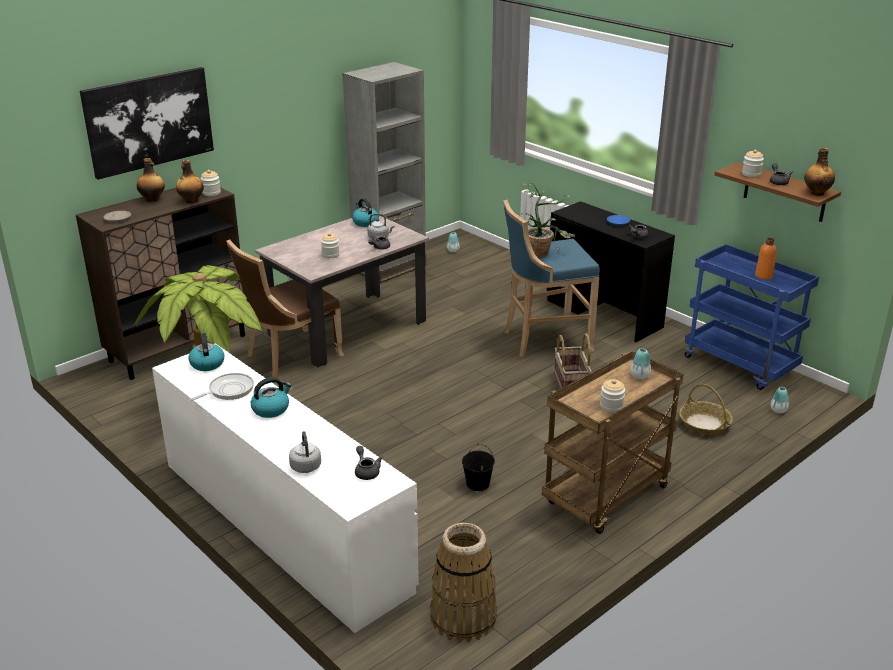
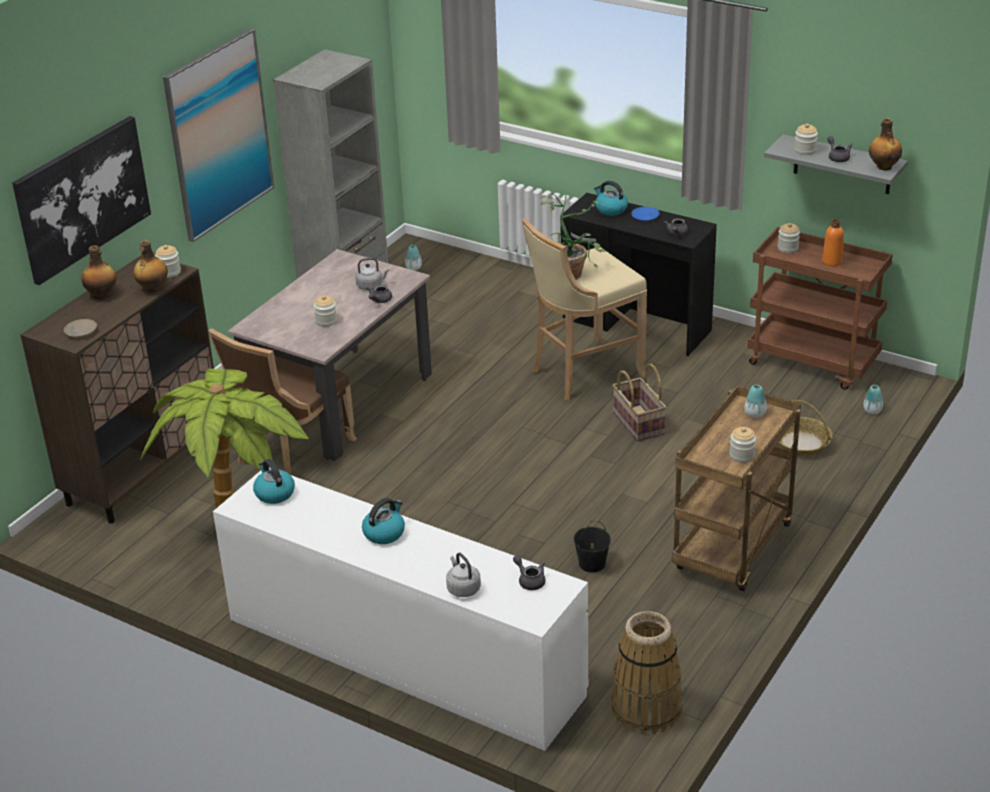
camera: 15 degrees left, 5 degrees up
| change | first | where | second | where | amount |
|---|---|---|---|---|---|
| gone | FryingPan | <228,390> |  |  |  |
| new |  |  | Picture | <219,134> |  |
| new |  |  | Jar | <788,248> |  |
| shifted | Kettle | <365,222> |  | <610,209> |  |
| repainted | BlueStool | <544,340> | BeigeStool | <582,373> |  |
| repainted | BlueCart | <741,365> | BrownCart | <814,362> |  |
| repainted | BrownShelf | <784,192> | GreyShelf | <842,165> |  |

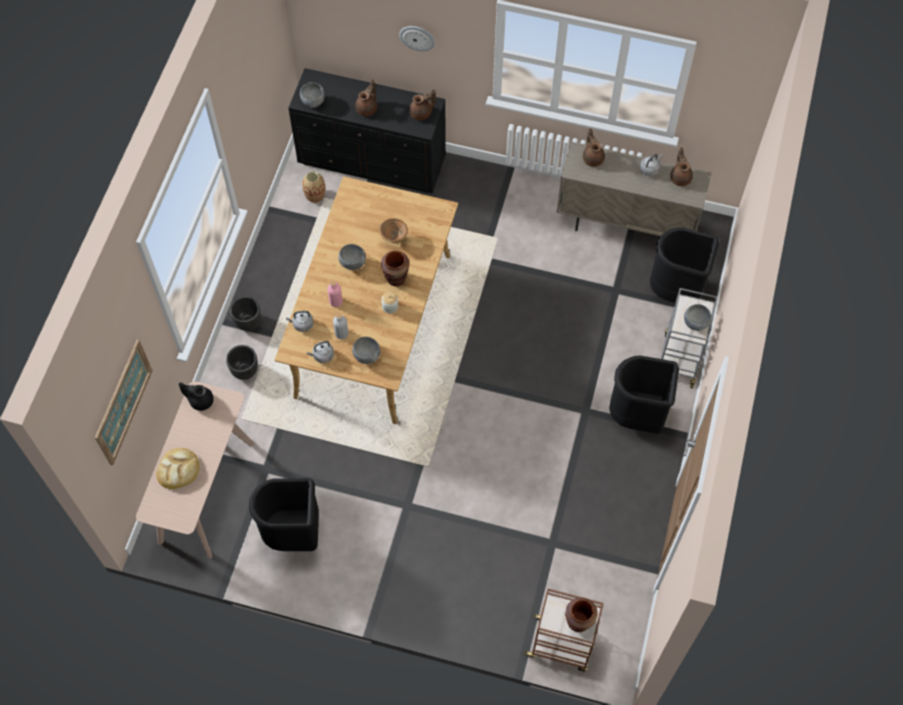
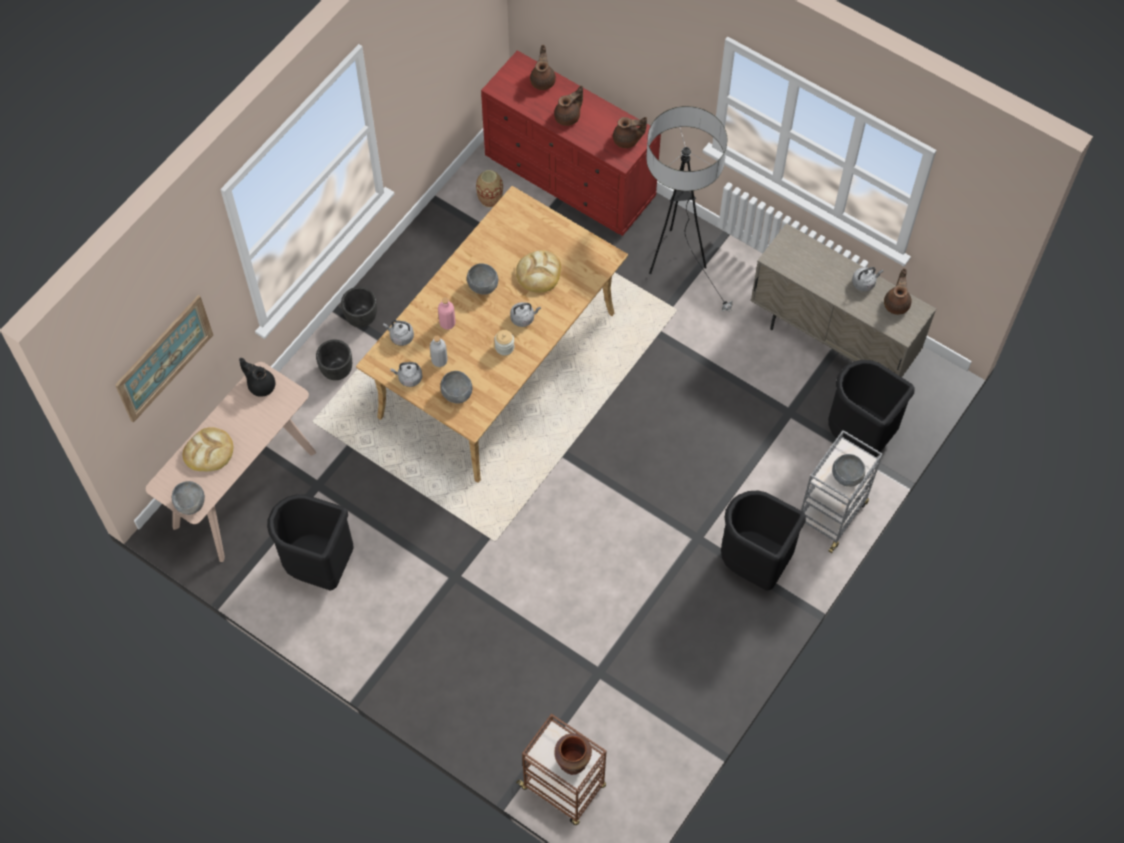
camera: 20 degrees right, 0 degrees up
| change | first | where | second | where | amount |
|---|---|---|---|---|---|
| gone | WallClock | <417,37> |  |  |  |
| new |  |  | FloorLamp | <678,262> |  |
| shifted | GreyBowl | <313,102> |  | <191,504> |  |
| shifted | BrownTeapot | <593,158> |  | <543,80> |  |
| swapped | BrownBowl | <393,239> | Bread | <539,273> |  |
| swapped | BrownVase | <396,278> | GreyKettle | <523,318> |  |
| repainted | BlackDresser | <373,160> | RedDresser | <571,178> |  |

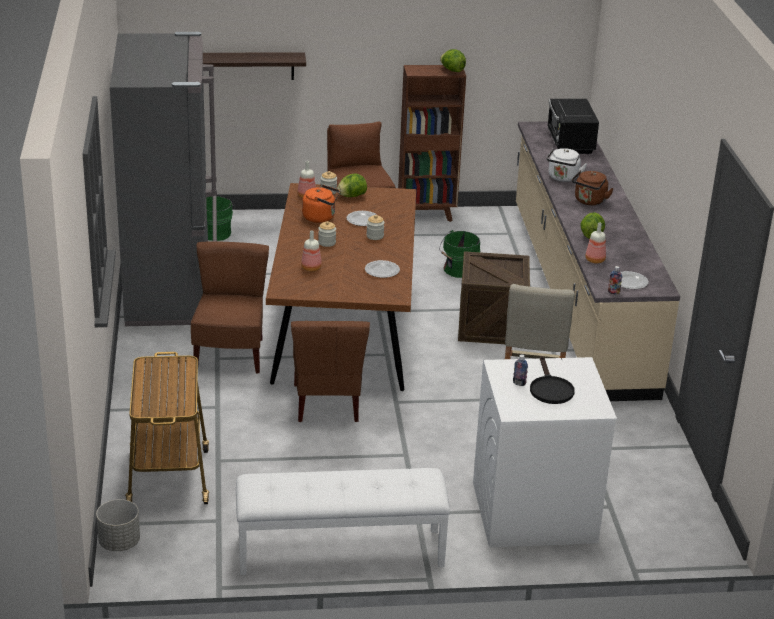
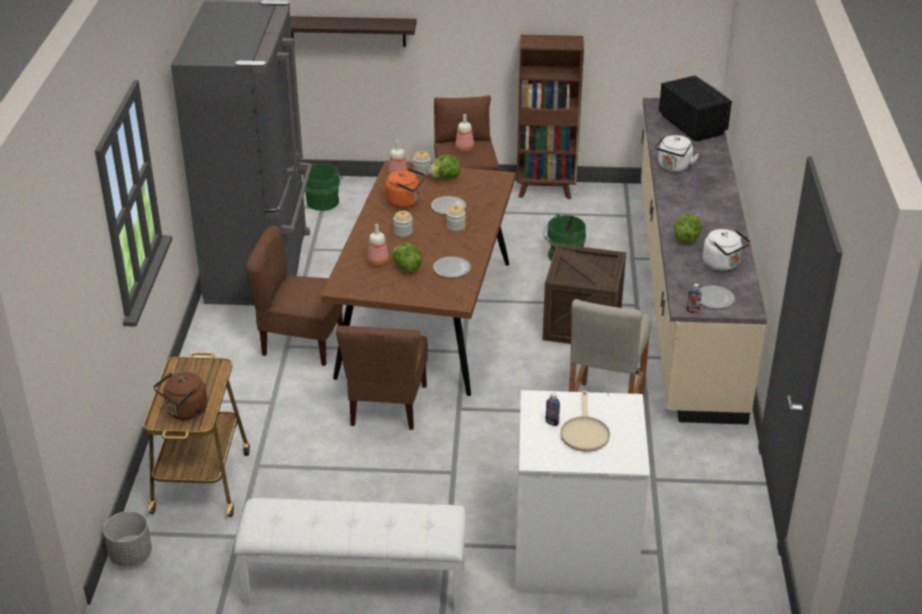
camera: 10 degrees right, 5 degrees up
| change | first | where | second | where | amount |
|---|---|---|---|---|---|
| new |  |  | WhiteKettle | <723,264> |  |
| shifted | Lettuce | <452,70> |  | <407,268> |  |
| shifted | BrownKettle | <589,201> |  | <185,412> |  |
| shifted | Bottle | <595,260> |  | <464,149> |  |
| repainted | BlackFryingPan | <550,389> | BeigeFryingPan | <584,432> |  |
| rotated | BrownChair | <230,354> |  | <302,342> | 90 degrees counterclockwise |
| rotated | BlackMicrowave | <570,143> |  | <692,126> | 150 degrees clockwise |

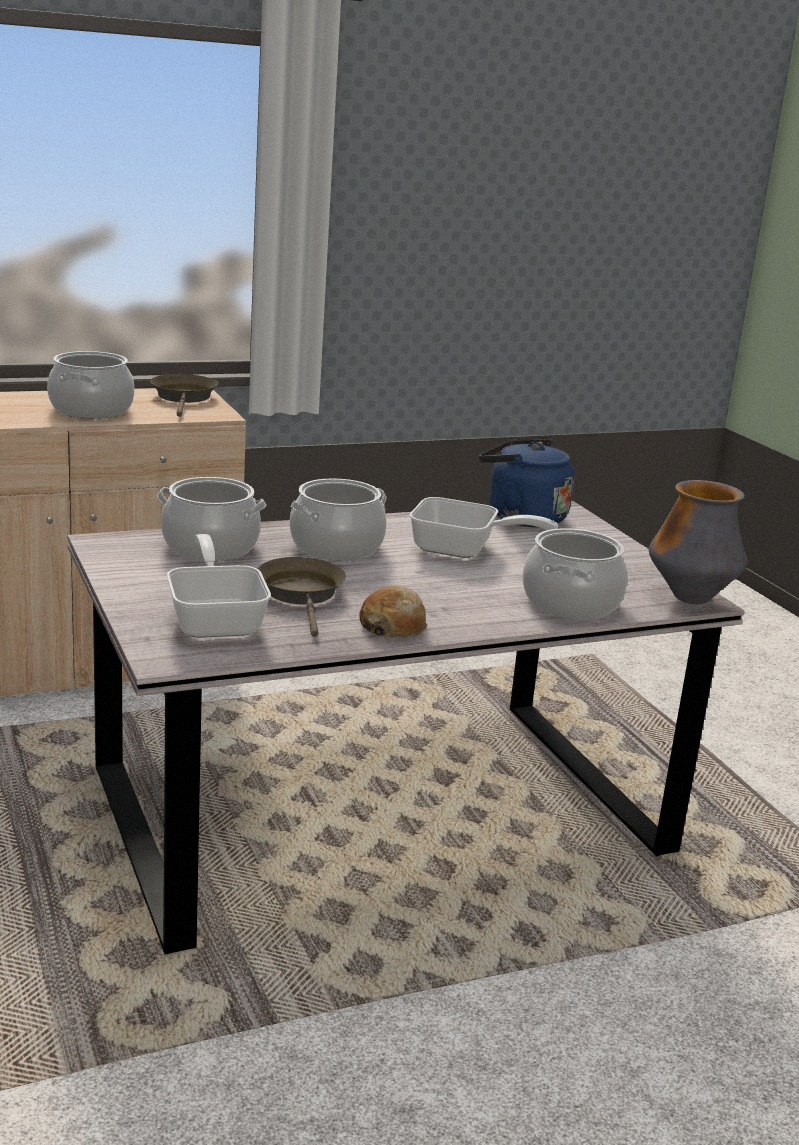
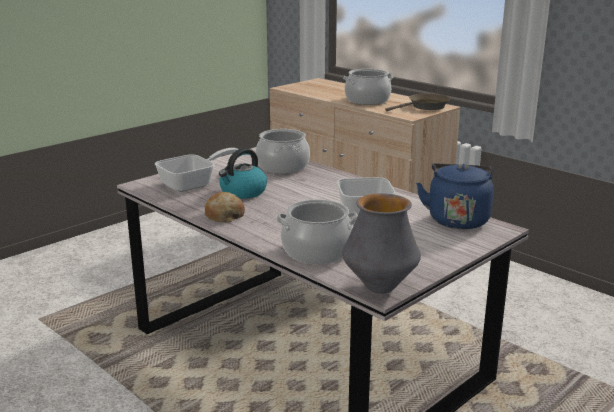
camera: 70 degrees right, 0 degrees up
| change | first | where | second | where | amount |
|---|---|---|---|---|---|
| gone | CookingPot | <336,546> |  |  |  |
| swapped | BrownFryingPan | <302,595> | Kettle | <243,192> |  |

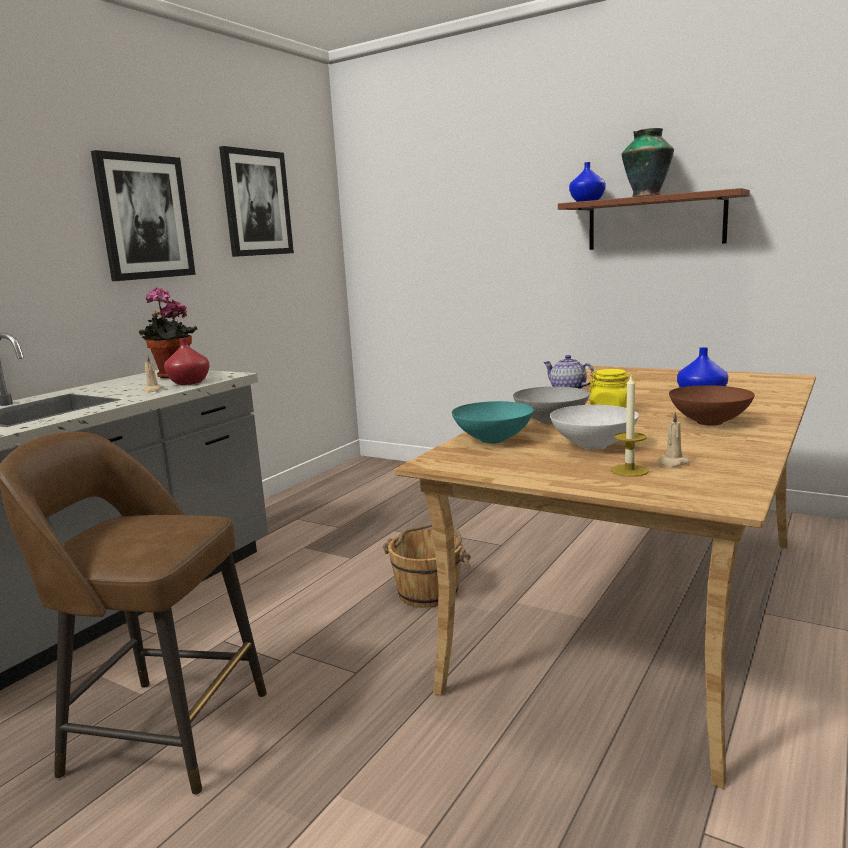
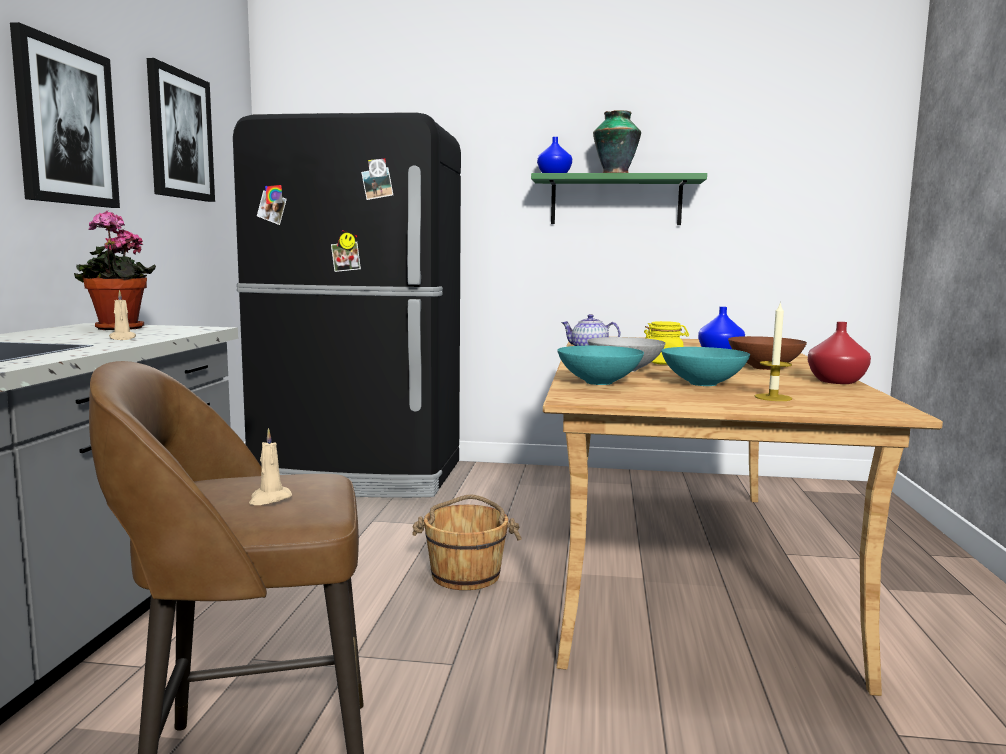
camera: 25 degrees left, 5 degrees down
| change | first | where | second | where | amount |
|---|---|---|---|---|---|
| new |  |  | BlackFridge | <357,475> |  |
| shifted | RedVase | <190,382> |  | <836,381> |  |
| shifted | BeigeCandle | <672,463> |  | <269,499> |  |
| repainted | WhiteBowl | <594,445> | TurquoiseBowl | <703,383> |  |
| repainted | BrownShelf | <655,222> | GreenShelf | <616,201> |  |

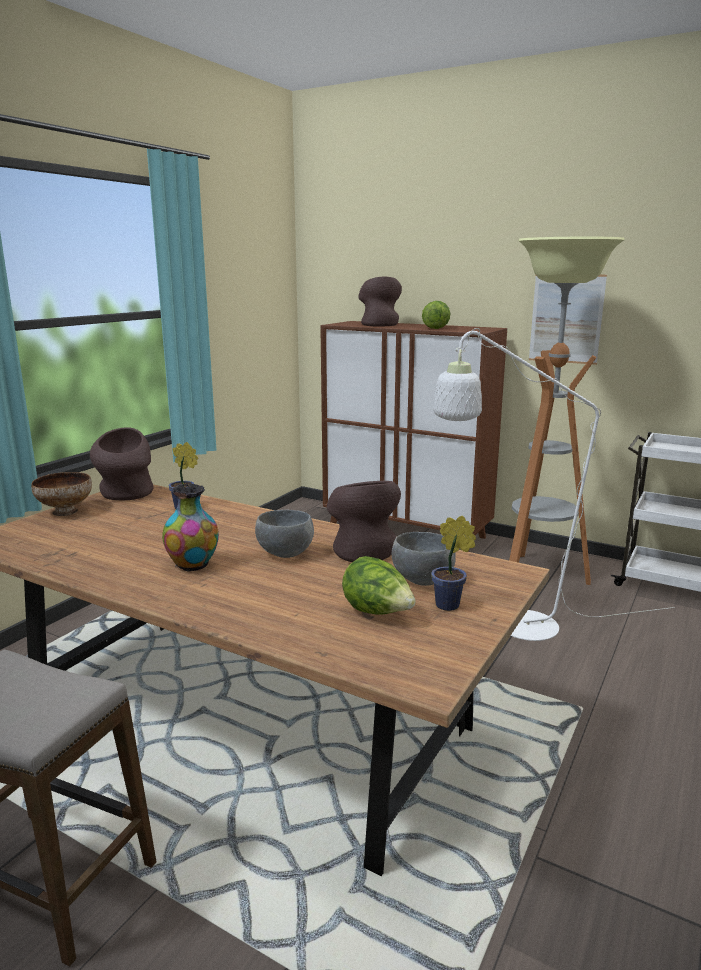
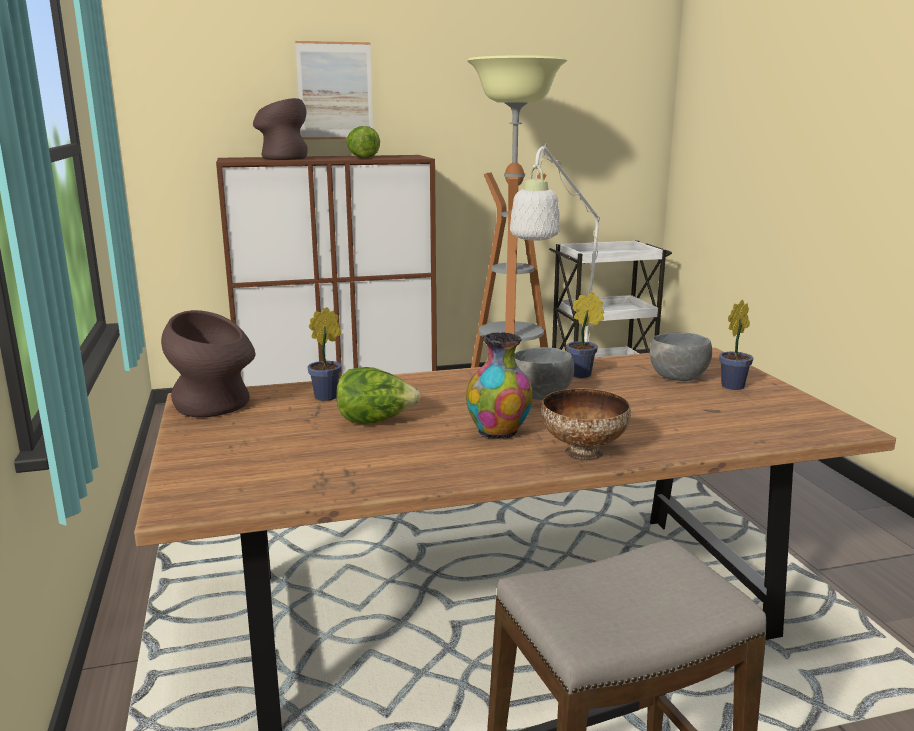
camera: 45 degrees left, 0 degrees up
| change | first | where | second | where | amount |
|---|---|---|---|---|---|
| shifted | Bowl | <66,511> |  | <583,452> |  |
| shifted | Lettuce | <378,612> |  | <375,421> |  |
| shifted | Picture | <566,319> |  | <335,91> |  |
| swapped | BrownVase | <362,550> | PottedPlant | <583,375> |  |

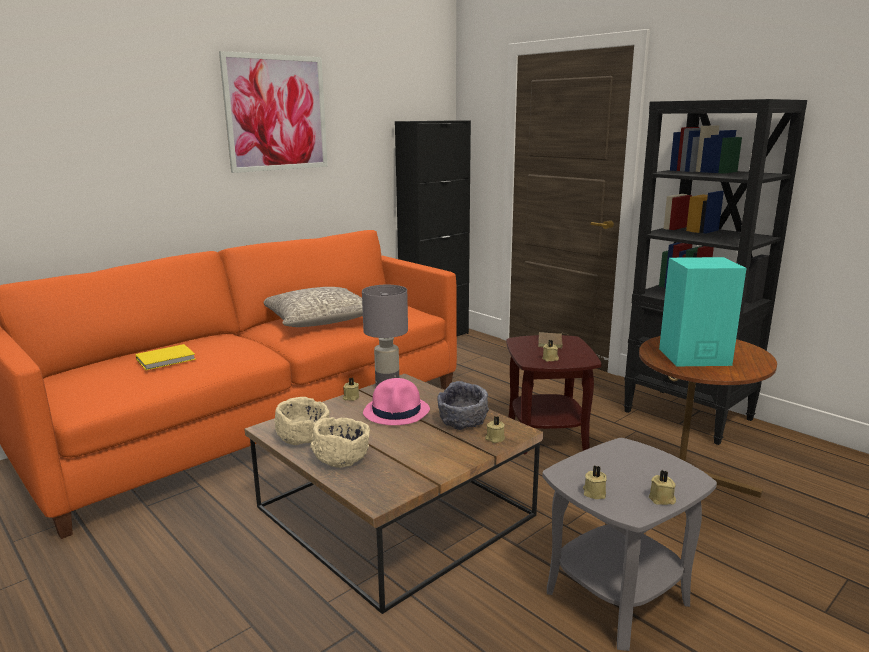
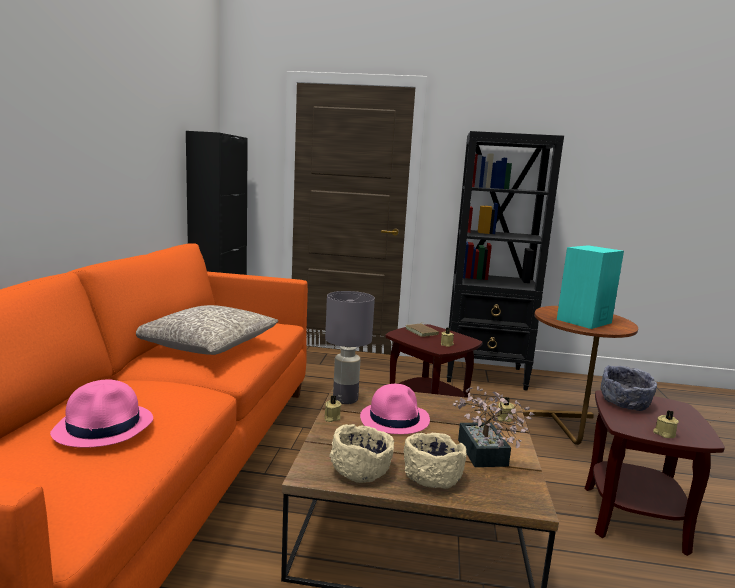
camera: 40 degrees left, 5 degrees down
| change | first | where | second | where | amount |
|---|---|---|---|---|---|
| gone | Picture | <276,113> |  |  |  |
| gone | BeigeCandle | <662,499> |  |  |  |
| new |  |  | PottedPlant | <484,456> |  |
| shifted | GreyBowl | <463,421> |  | <625,403> |  |
| swapped | YellowBook | <167,359> | PinkHat | <104,426> |  |
| repainted | GreySideTable | <616,596> | BrownSideTable | <632,518> |  |

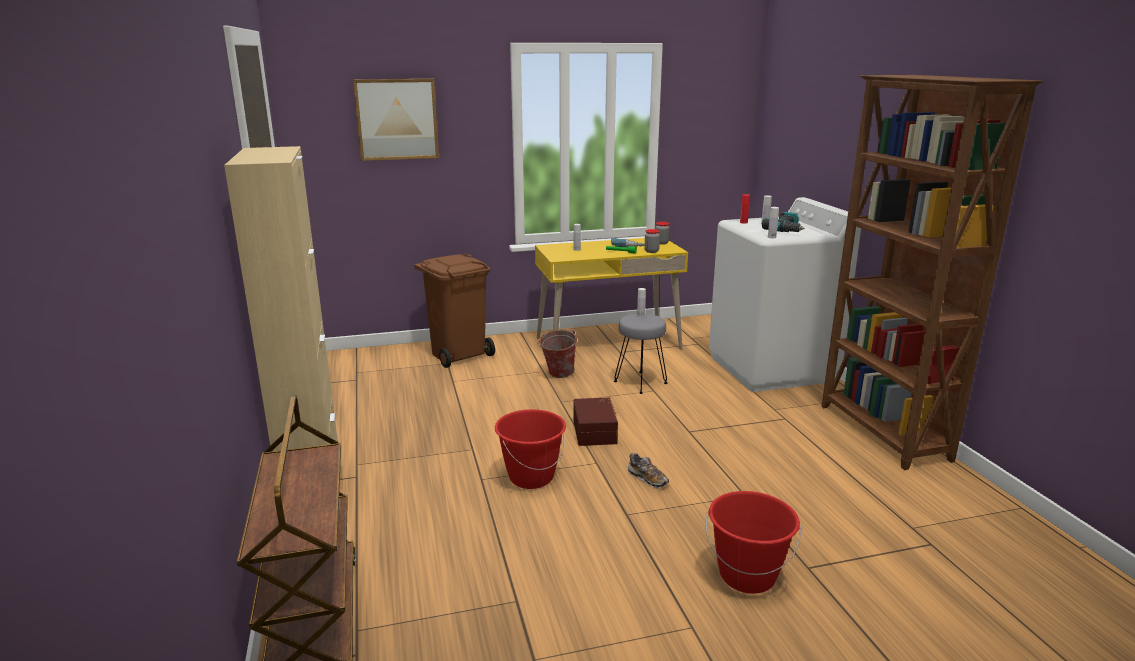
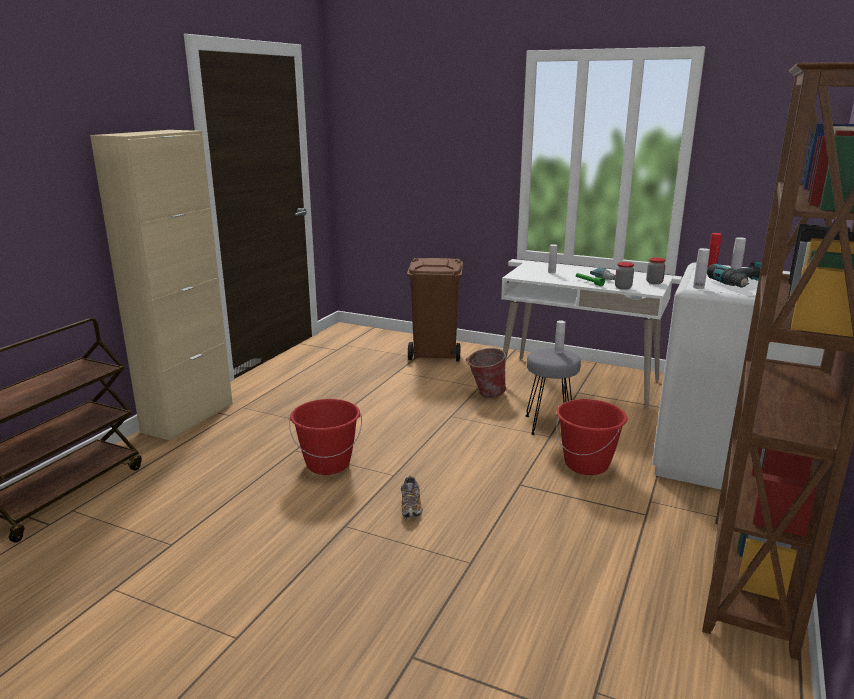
camera: 40 degrees right, 0 degrees up
| change | first | where | second | where | amount |
|---|---|---|---|---|---|
| gone | Picture | <397,119> |  |  |  |
| gone | BrownStorageBox | <596,431> |  |  |  |
| shifted | RedBucket | <747,576> |  | <587,464> |  |
| repainted | YellowDesk | <608,343> | WhiteDesk | <578,381> |  |

